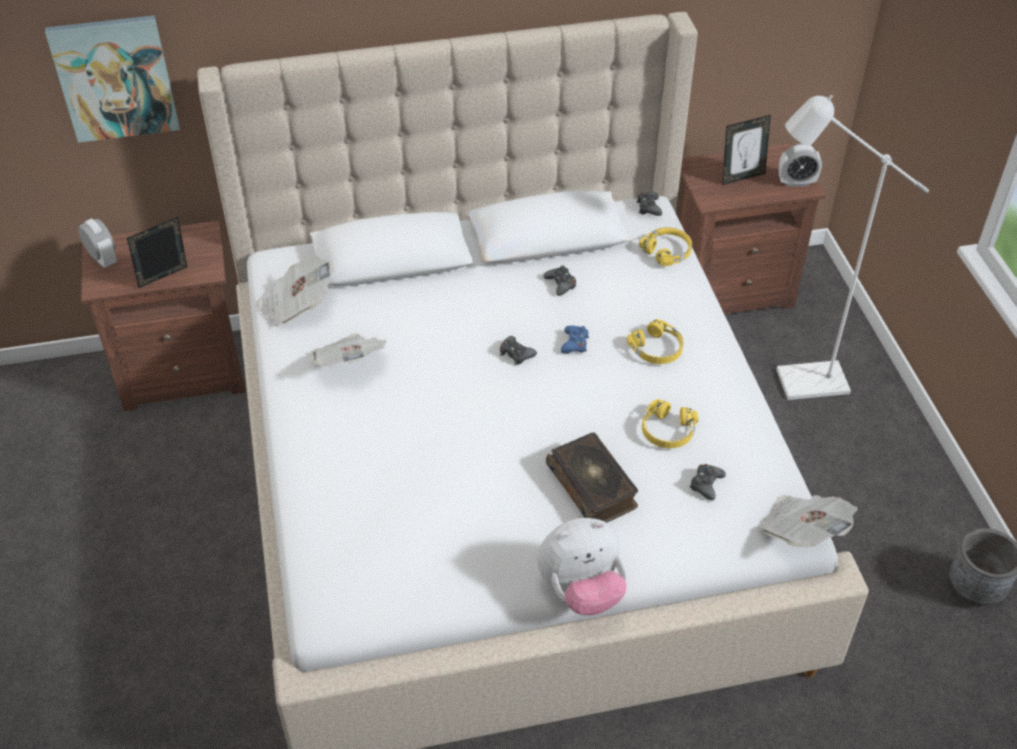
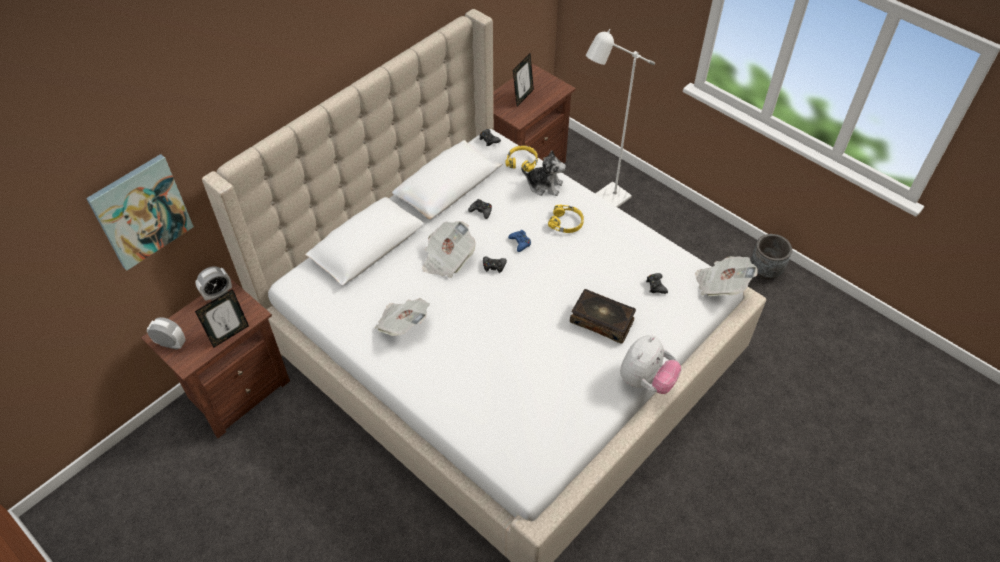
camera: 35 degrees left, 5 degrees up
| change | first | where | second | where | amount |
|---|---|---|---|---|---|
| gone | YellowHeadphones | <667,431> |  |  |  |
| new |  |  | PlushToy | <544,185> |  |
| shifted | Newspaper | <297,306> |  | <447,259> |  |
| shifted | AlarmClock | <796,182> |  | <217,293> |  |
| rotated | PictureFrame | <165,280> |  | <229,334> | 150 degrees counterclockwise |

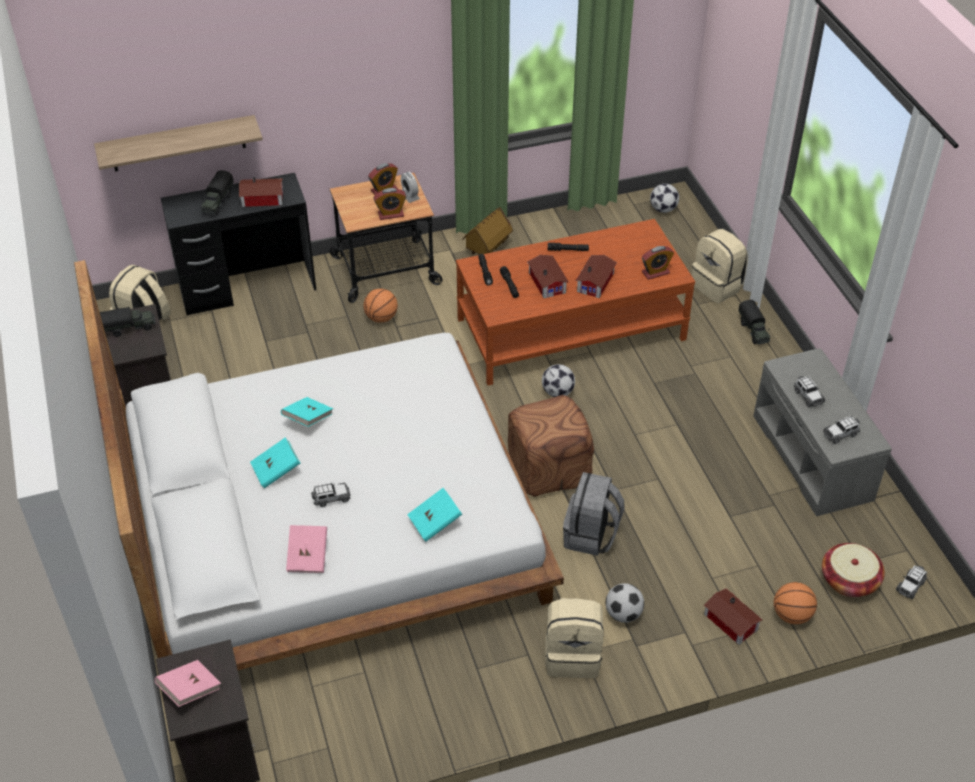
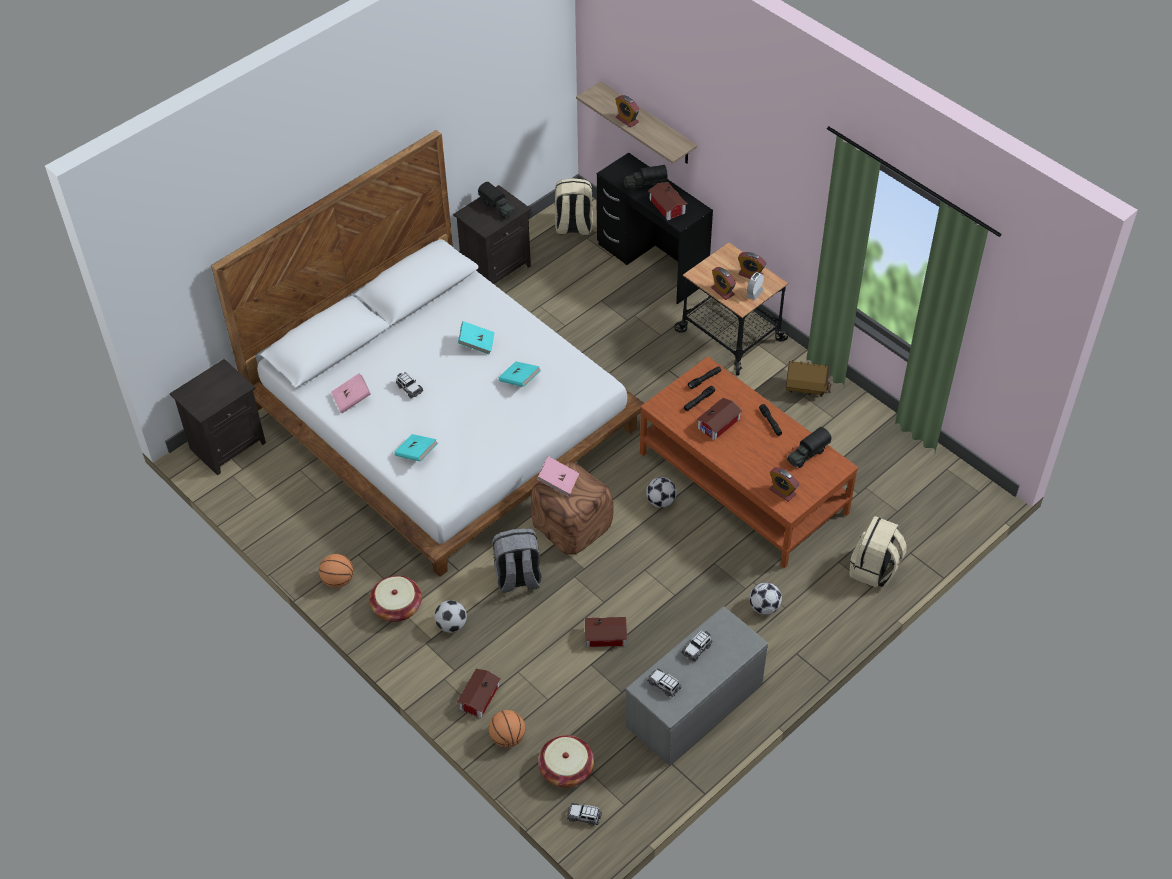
camera: 65 degrees right, 5 degrees up
| change | first | where | second | where | amount |
|---|---|---|---|---|---|
| new |  |  | AlarmClock | <627,120> |  |
| shifted | PinkBook | <190,690> |  | <558,482> |  |
| shifted | TurquoiseBook | <276,471> |  | <519,380> |  |
| shifted | Basketball | <381,318> |  | <338,580> |  |
| shifted | ToyHouse | <597,282> |  | <607,637> |  |
| shifted | Football | <663,209> |  | <764,607> |  |
| shifted | ToyTruck | <753,331> |  | <807,454> |  |
| swapped | BeigeBackpack | <573,655> | Basket | <397,607> |  |

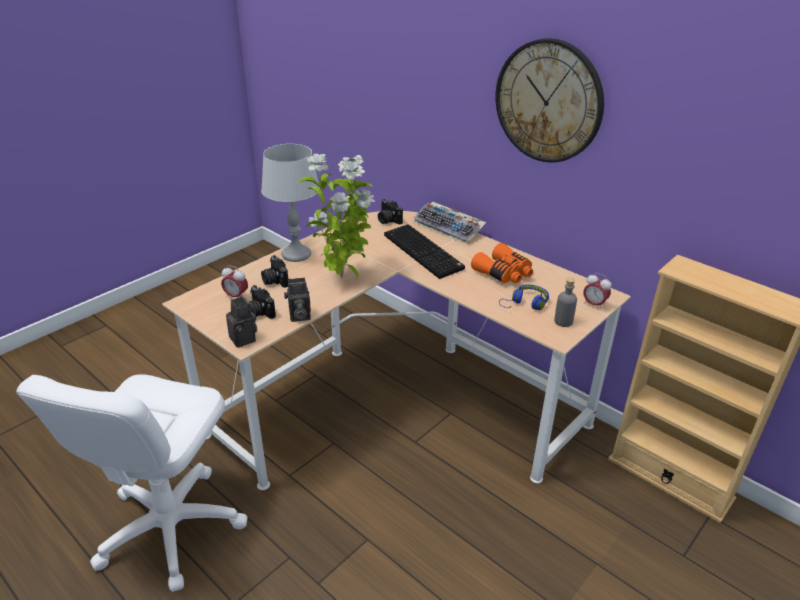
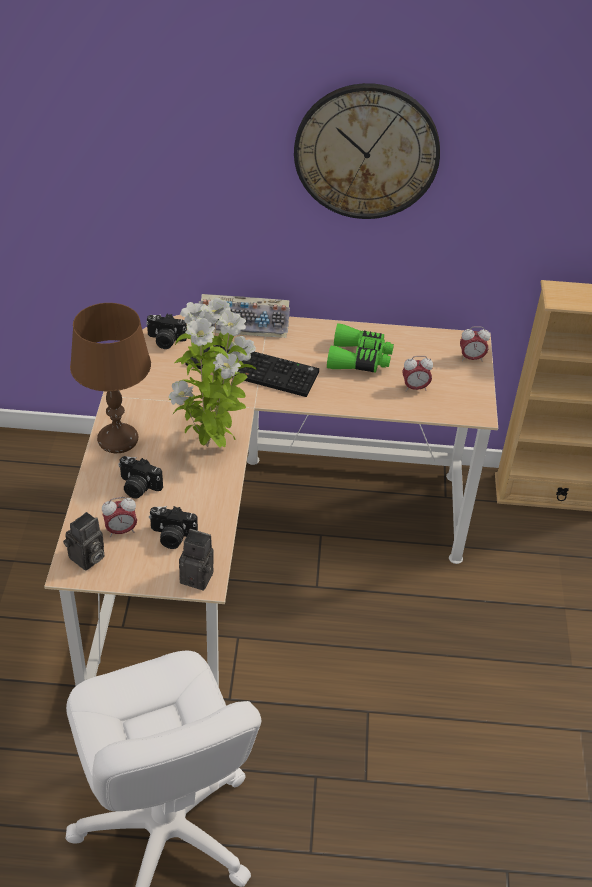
camera: 40 degrees left, 10 degrees up
| change | first | where | second | where | amount |
|---|---|---|---|---|---|
| gone | GreyBottle | <563,321> |  |  |  |
| shifted | PhotoCamera | <298,316> |  | <87,559> |  |
| swapped | BlueHeadphones | <525,304> | AlarmClock | <415,388> |  |
| repainted | GreyTableLamp | <296,254> | BrownTableLamp | <117,440> |  |
| repainted | OrangeBinoculars | <504,273> | GreenBinoculars | <359,359> |  |

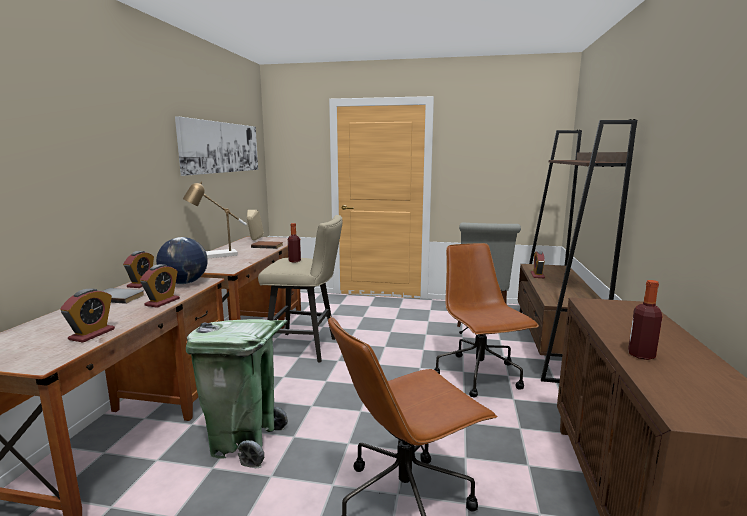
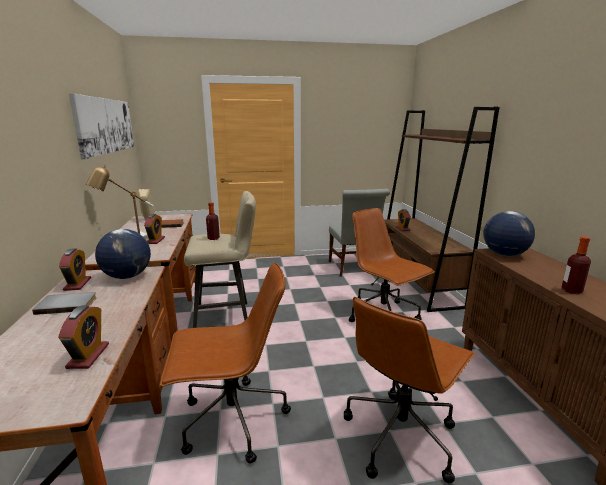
camera: 20 degrees left, 5 degrees up
| change | first | where | second | where | amount |
|---|---|---|---|---|---|
| new |  |  | Globe | <504,254> |  |
| shifted | AlarmClock | <162,302> |  | <155,240> |  |
| swapped | GreenTrashCan | <244,442> | BrownOfficeChair | <231,421> |  |

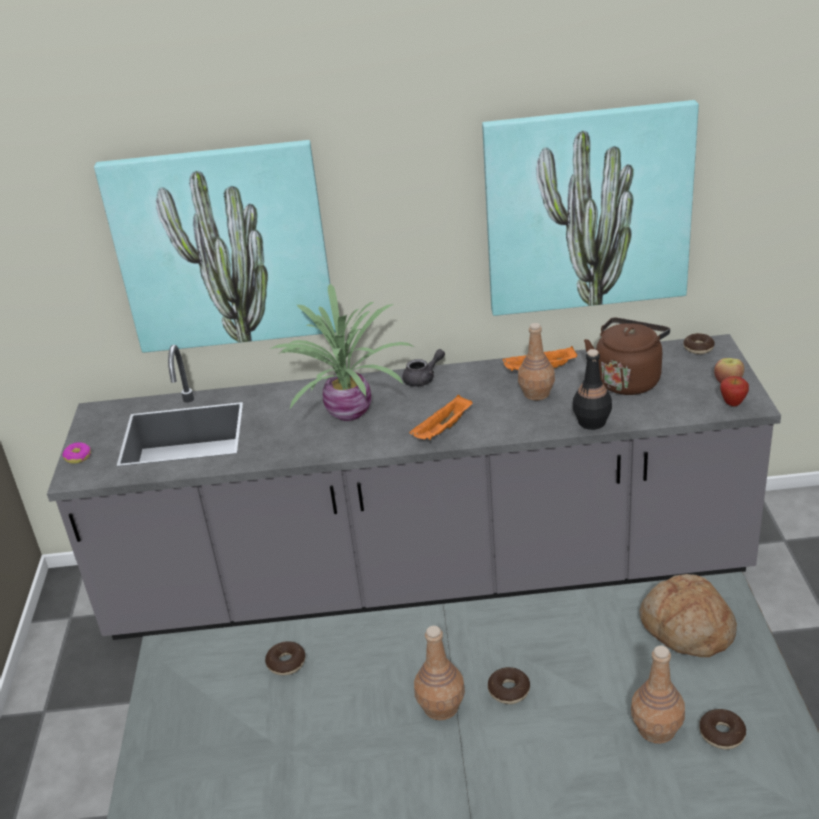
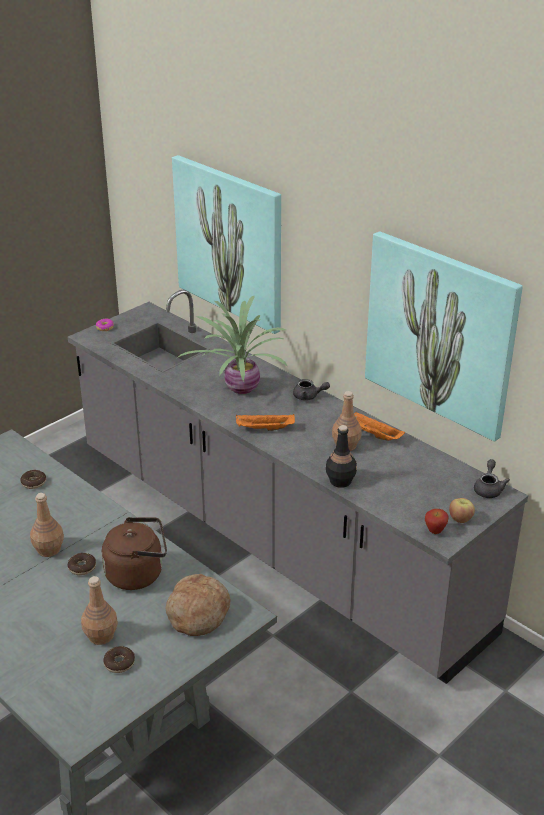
camera: 45 degrees right, 0 degrees up
| change | first | where | second | where | amount |
|---|---|---|---|---|---|
| shifted | BrownKettle | <628,380> |  | <138,573> |  |
| swapped | Donut | <698,348> | GreyTeapot | <488,488> |  |

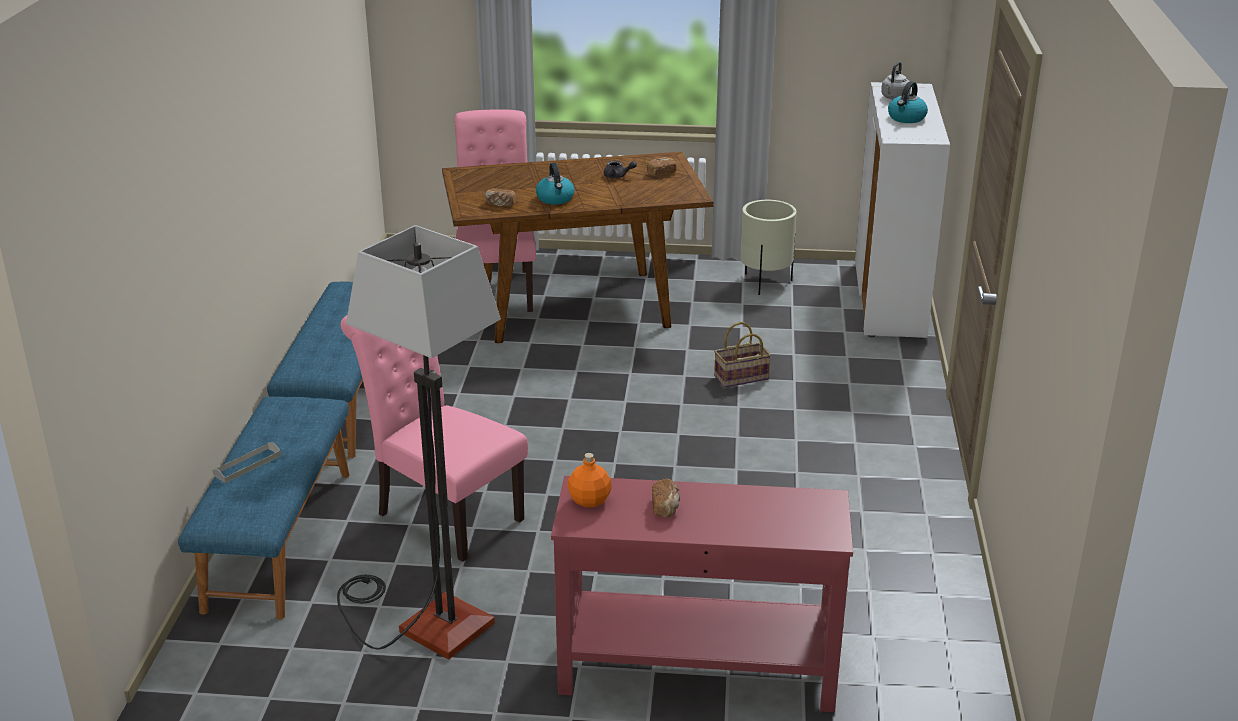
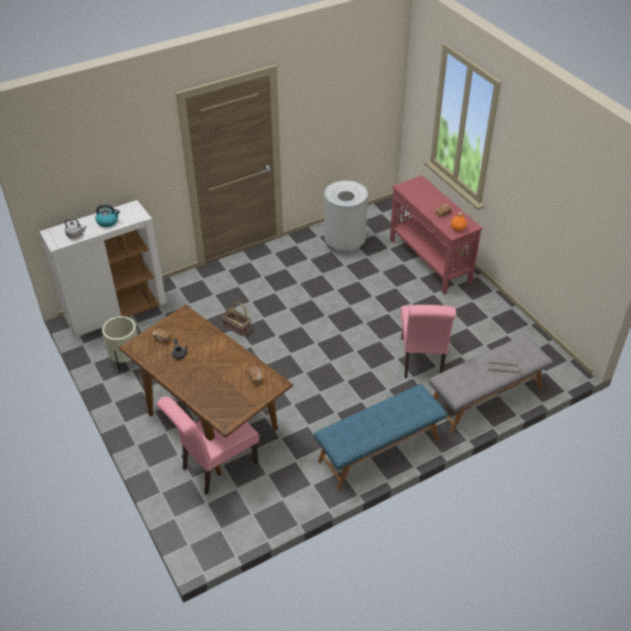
camera: 125 degrees left, 15 degrees up
| change | first | where | second | where | amount |
|---|---|---|---|---|---|
| gone | FloorLamp | <424,622> |  |  |  |
| gone | Kettle | <555,199> |  |  |  |
| new |  |  | GreyTrashCan | <344,243> |  |
| repainted | BlueBench | <278,538> | GreyBench | <486,398> |  |

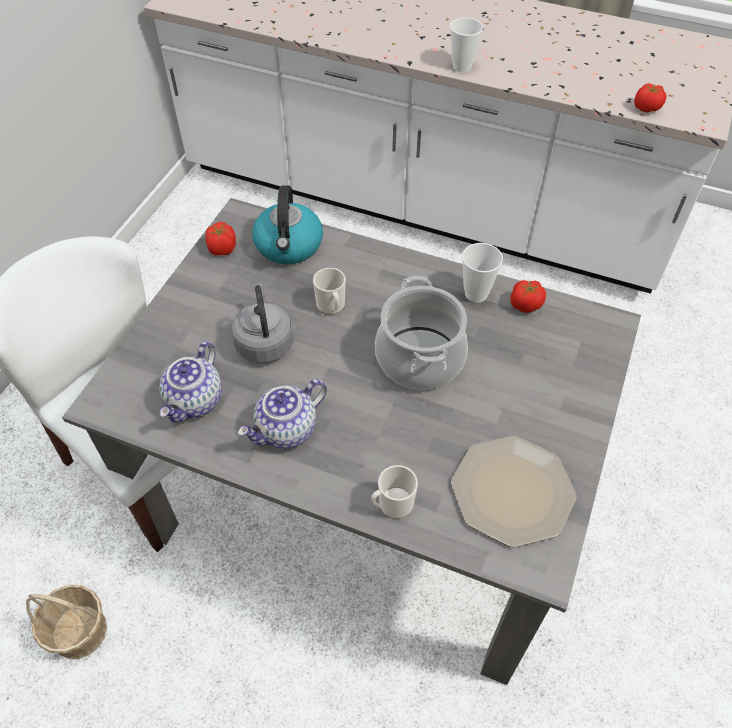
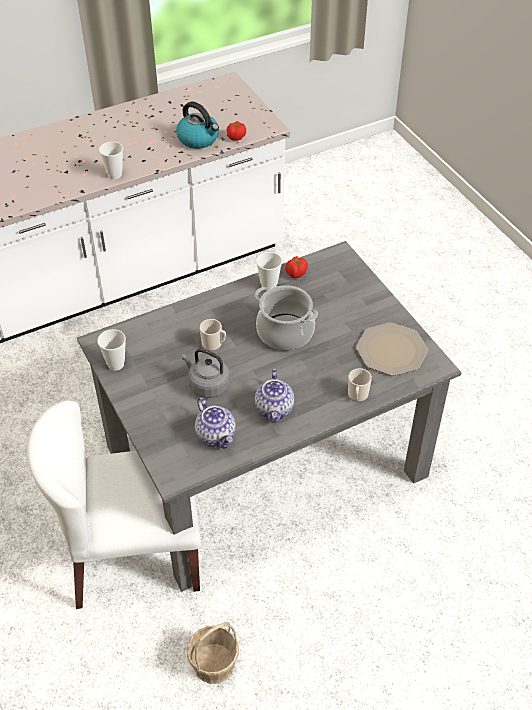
camera: 50 degrees left, 5 degrees down
| change | first | where | second | where | amount |
|---|---|---|---|---|---|
| shifted | Kettle | <289,246> |  | <199,139> |  |
| swapped | Tomato | <222,249> | Cup | <116,364> |  |

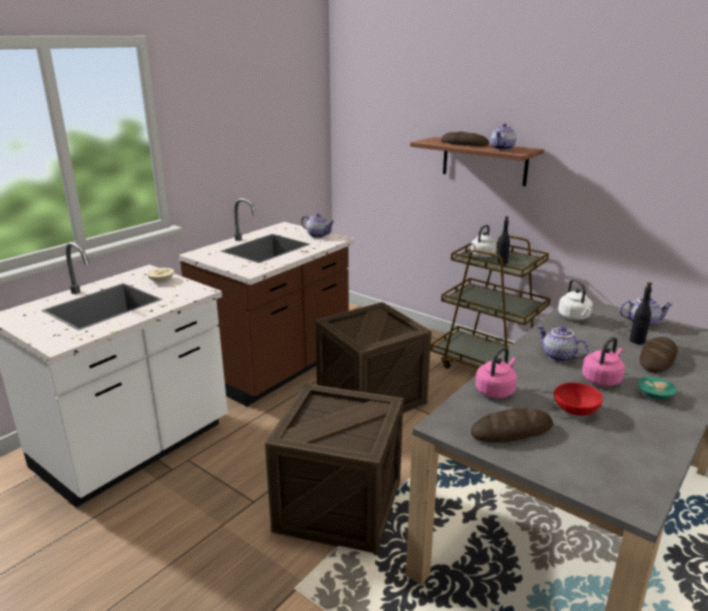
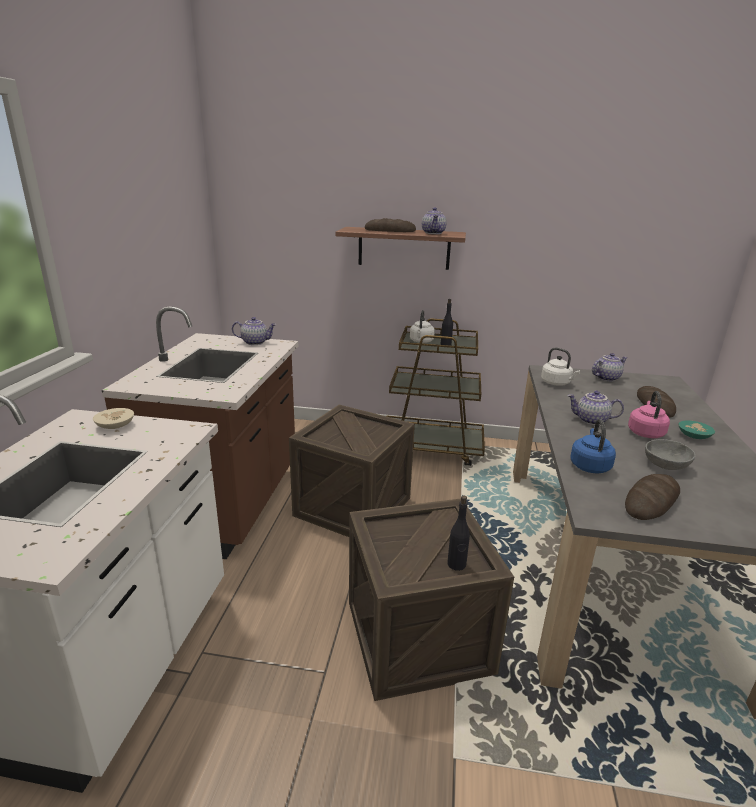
camera: 30 degrees left, 0 degrees up
| change | first | where | second | where | amount |
|---|---|---|---|---|---|
| shifted | BlackBottle | <637,341> |  | <456,564> |  |
| repainted | PinkKettle | <496,390> | BlueKettle | <589,465> |  |
| repainted | RedBowl | <575,410> | GreyBowl | <666,466> |  |

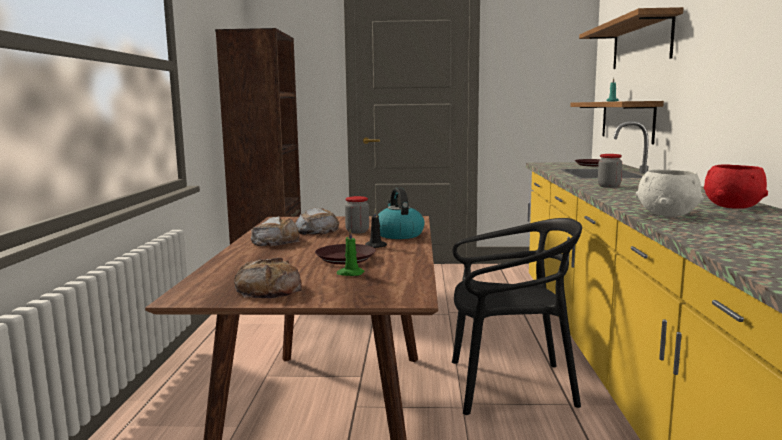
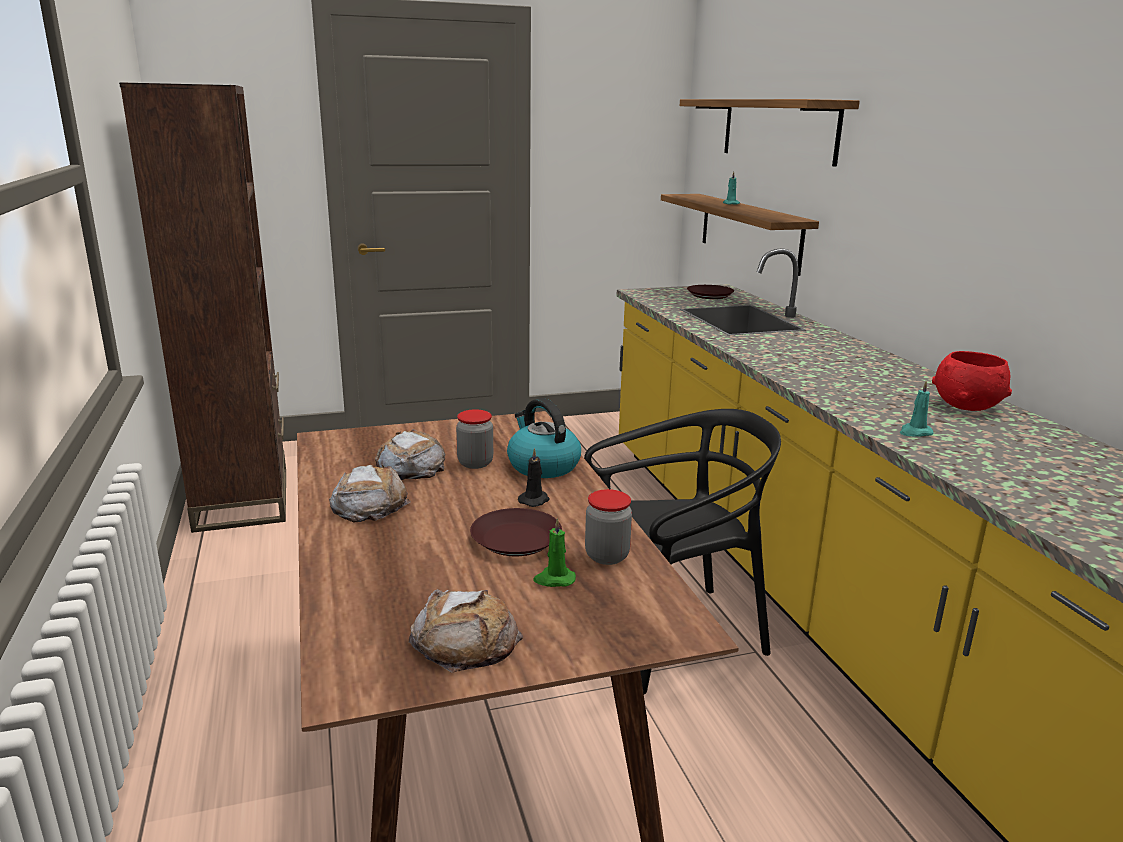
camera: 20 degrees left, 10 degrees up
| change | first | where | second | where | amount |
|---|---|---|---|---|---|
| shifted | Jar | <609,186> |  | <607,556> |  |
| swapped | WhiteBowl | <666,214> | TurquoiseCandle | <915,433> |  |

